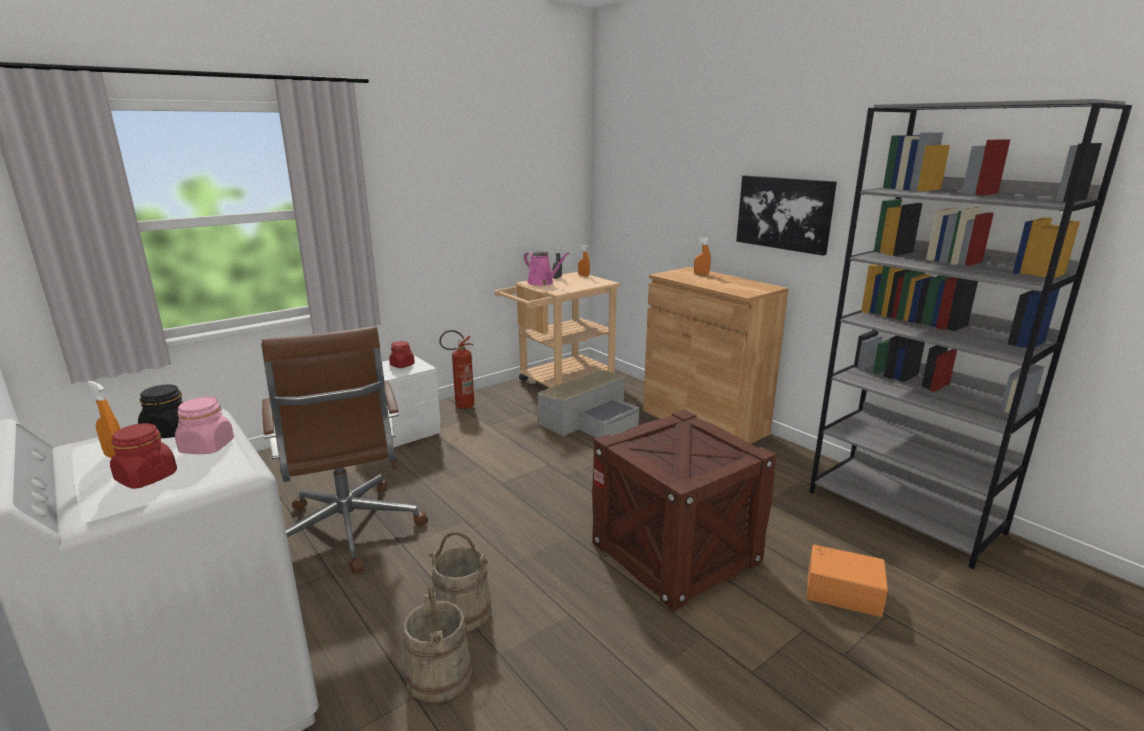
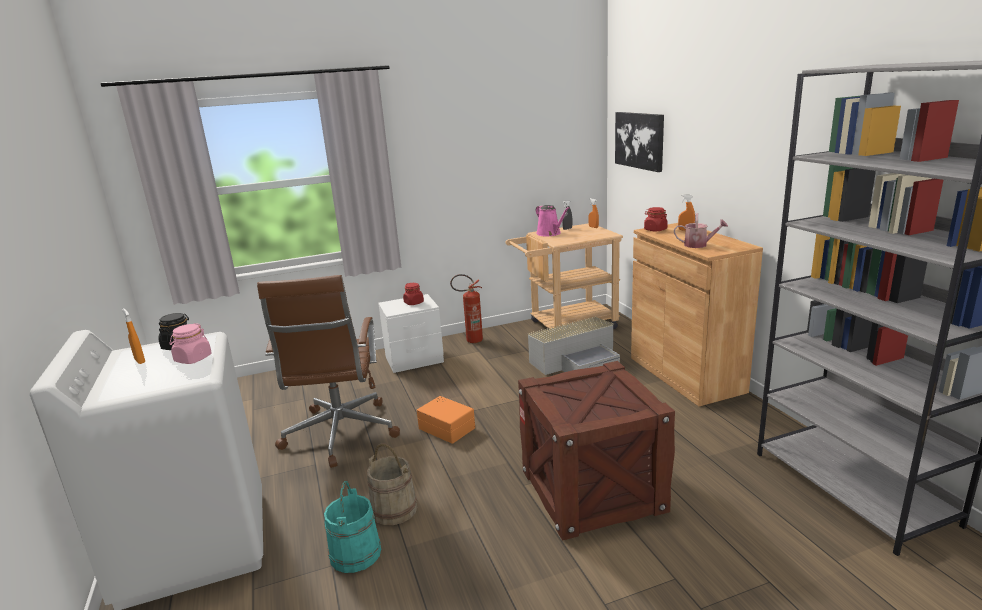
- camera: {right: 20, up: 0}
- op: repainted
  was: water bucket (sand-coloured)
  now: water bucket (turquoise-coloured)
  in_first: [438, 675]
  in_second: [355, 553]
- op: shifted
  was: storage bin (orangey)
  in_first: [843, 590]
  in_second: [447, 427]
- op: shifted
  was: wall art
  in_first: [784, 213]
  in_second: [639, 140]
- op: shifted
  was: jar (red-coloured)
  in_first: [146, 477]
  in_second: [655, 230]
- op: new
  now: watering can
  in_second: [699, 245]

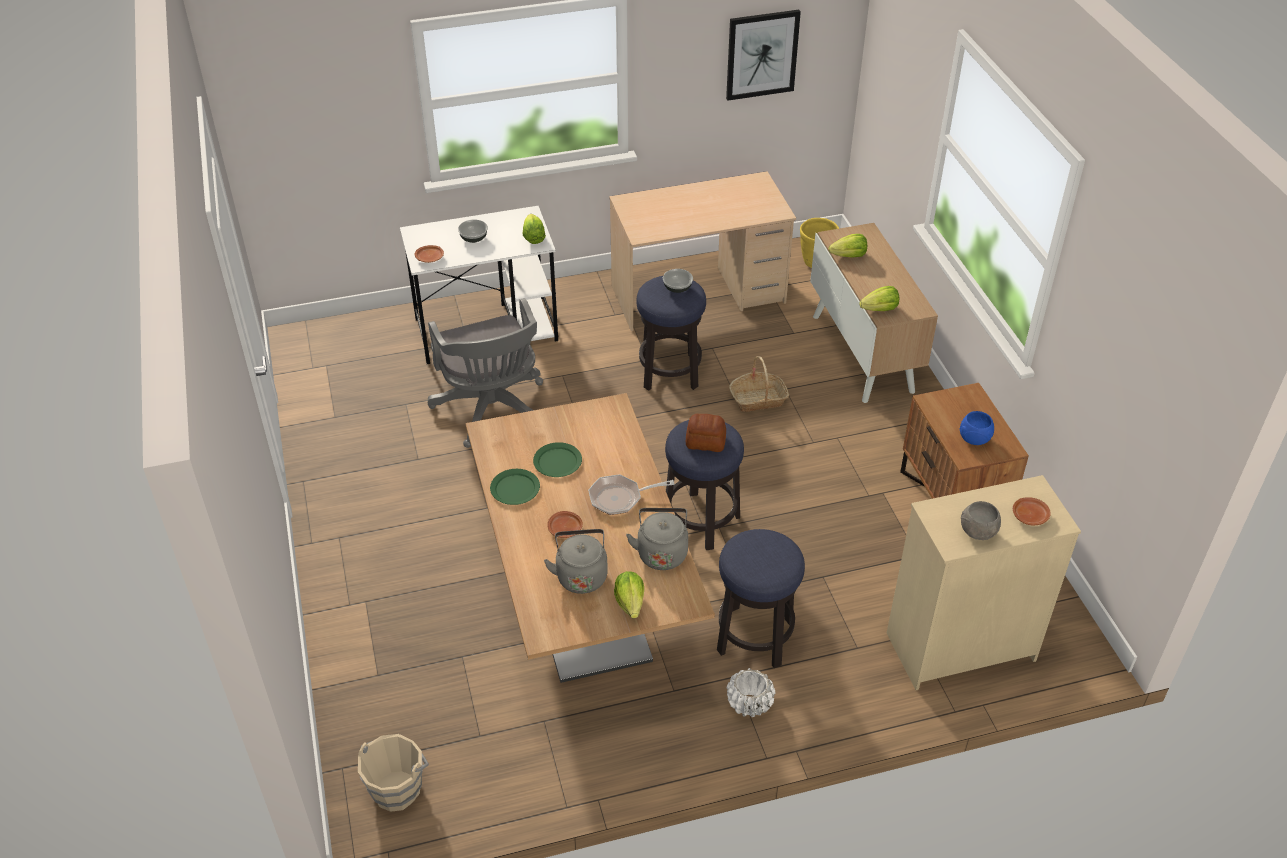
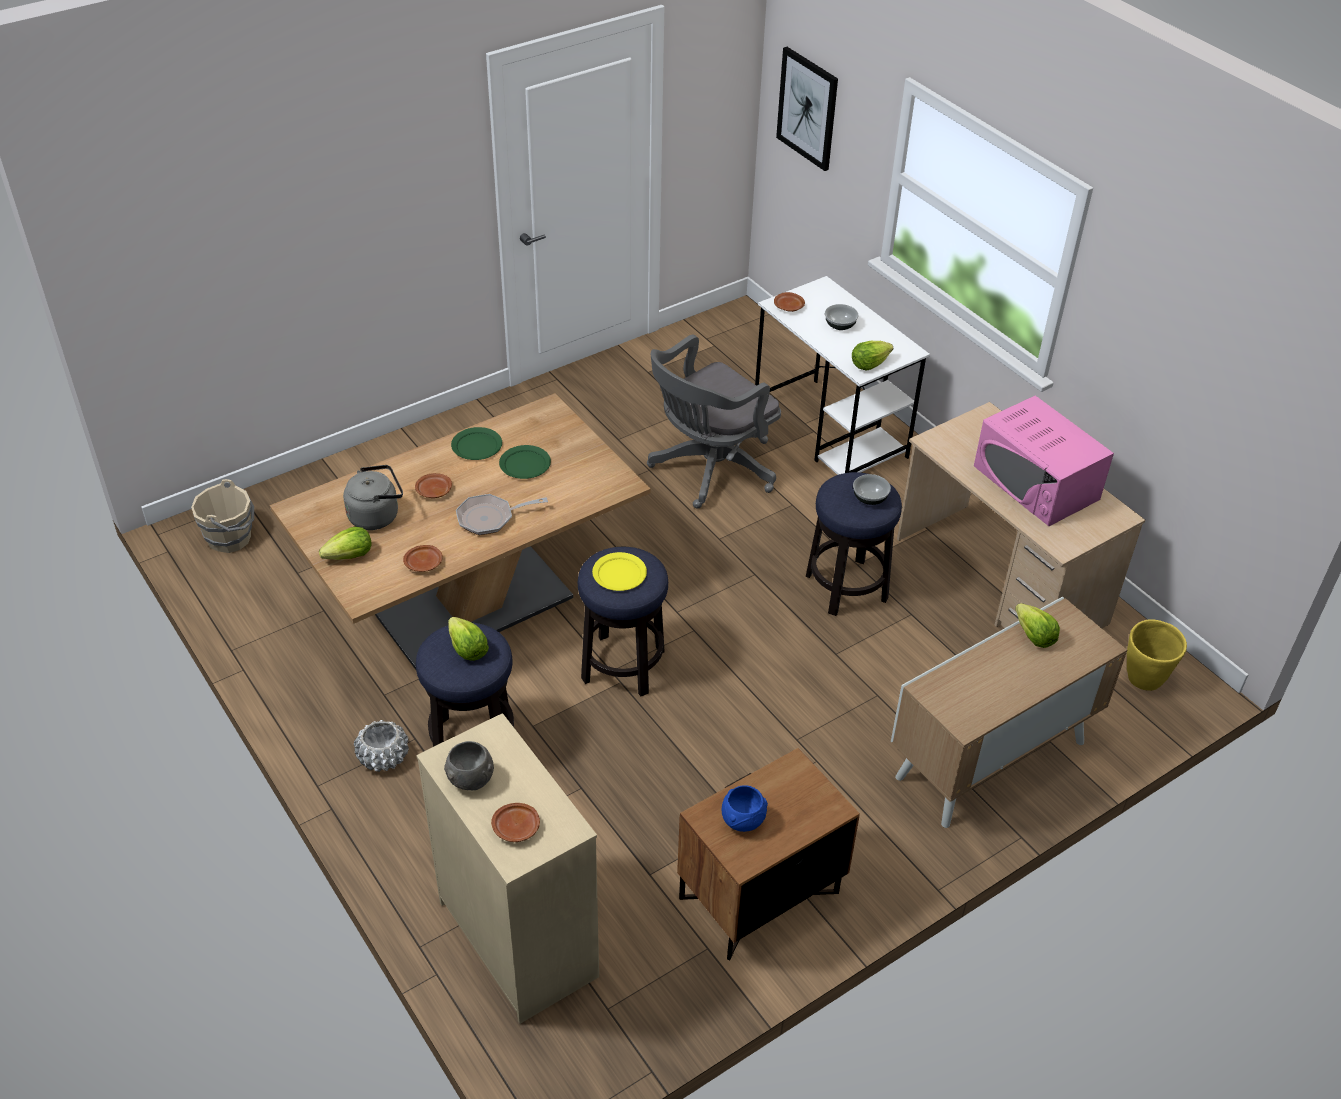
- camera: {right: 70, up: 0}
- op: swapped
  was: water kettle (greyish)
  now: dinner plate (brownish)
  in_first: [661, 552]
  in_second: [424, 563]
- op: shifted
  was: head of lettuce
  in_first: [880, 309]
  in_second: [467, 649]
- op: rotated
  was: pan
  in_first: [620, 498]
  in_second: [490, 518]
  clockwise: -75
- op: swapped
  was: bakery bread
  now: dinner plate (yellow)
  in_first: [706, 442]
  in_second: [619, 574]
- op: shifted
  was: wall art
  in_first: [762, 54]
  in_second: [807, 108]
- op: new
  now: microwave (pink-coloured)
  in_second: [1036, 483]
- op: gone
  was: household basket
  in_first: [758, 399]

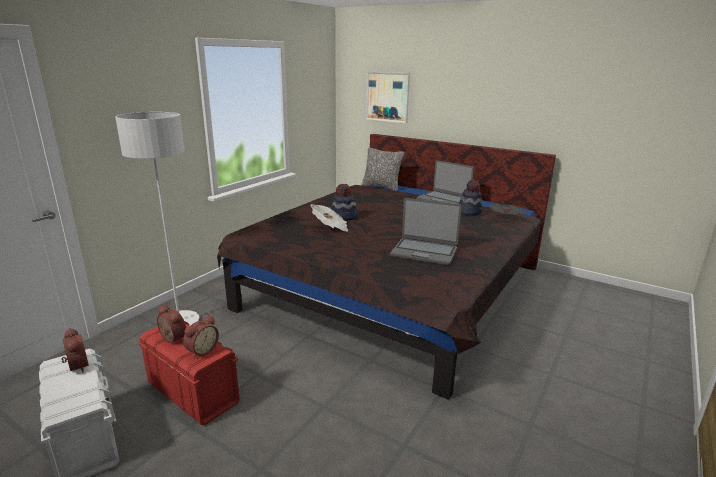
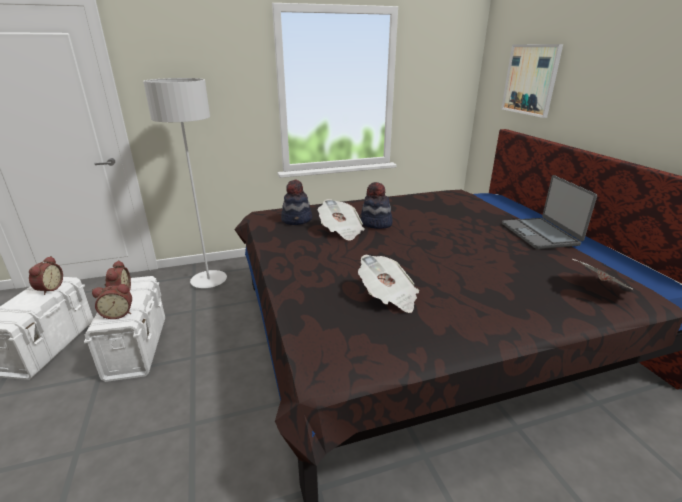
- camera: {right: 40, up: 5}
- op: repainted
  was: storage bin (red-coloured)
  now: storage bin (white)
  in_first: [193, 392]
  in_second: [137, 347]
- op: shifted
  was: hat
  in_first: [469, 212]
  in_second: [297, 220]
- op: swapped
  was: notebook computer
  now: daily paper
  in_first: [424, 252]
  in_second: [388, 297]
- op: gone
  was: pillow
  in_first: [381, 187]

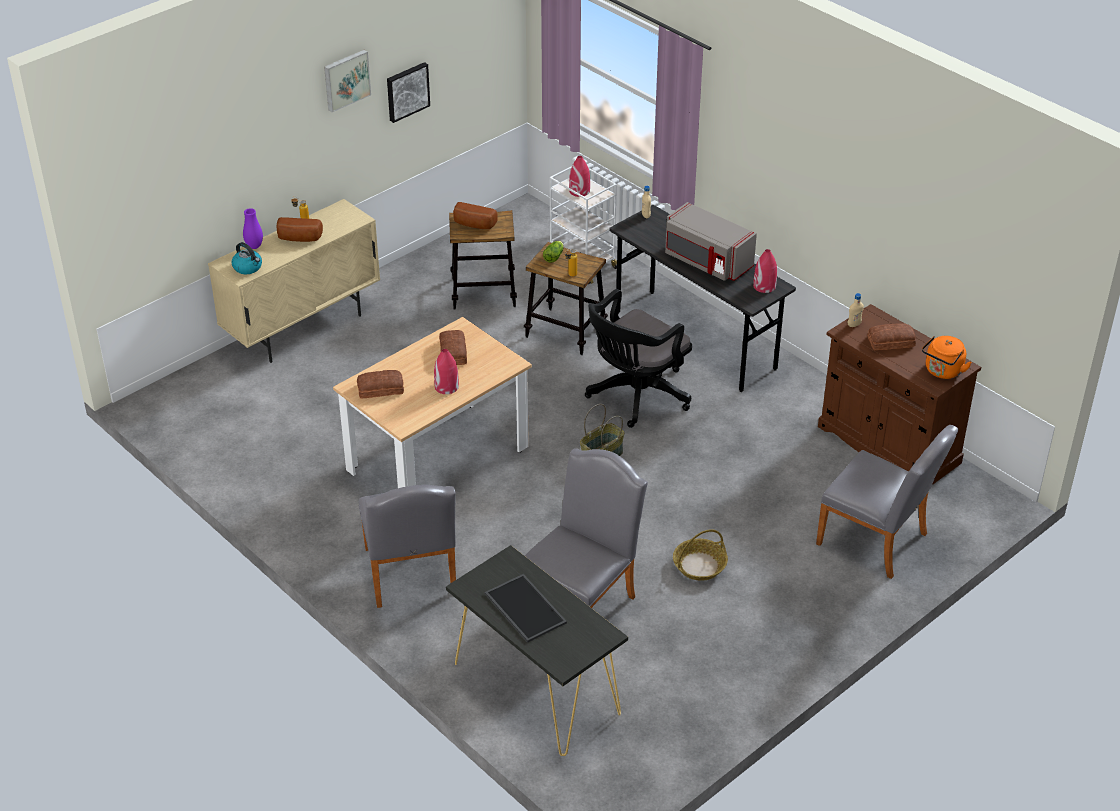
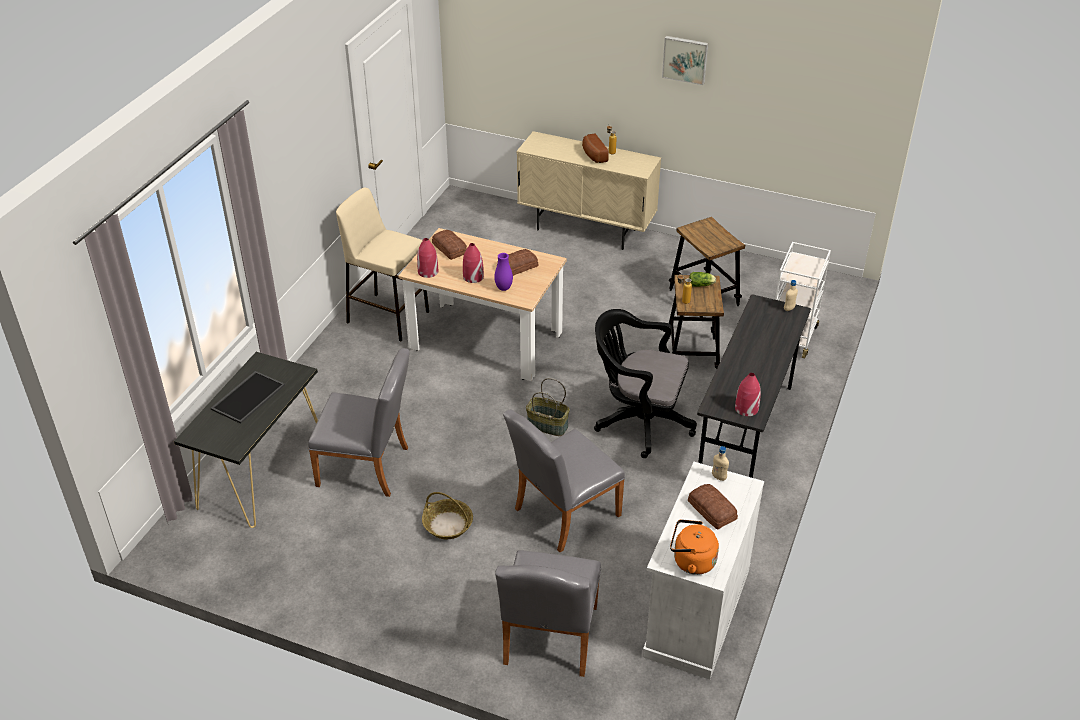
- camera: {right: 65, up: 0}
- op: new
  now: stool (sand-coloured)
  in_second: [387, 317]
- op: shifted
  was: vase (red-coloured)
  in_first: [579, 191]
  in_second: [428, 272]
- op: shifted
  was: vase (purplish)
  in_first: [254, 246]
  in_second: [503, 288]
- op: shifted
  was: plain chair (greyish)
  in_first: [411, 576]
  in_second: [561, 515]
- op: repainted
  was: cupboard (brownish)
  now: cupboard (white)
  in_first: [888, 445]
  in_second: [696, 612]
- op: gone
  was: water kettle
  in_first: [248, 267]
- op: gone
  was: wall art
  in_first: [407, 91]
- op: gone
  was: bakery bread
  in_first: [473, 225]
- op: gone
  was: microwave (greyish)
  in_first: [706, 261]

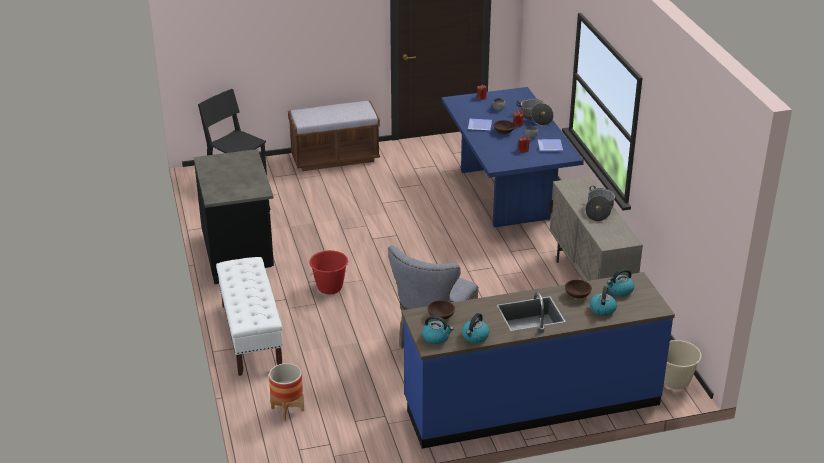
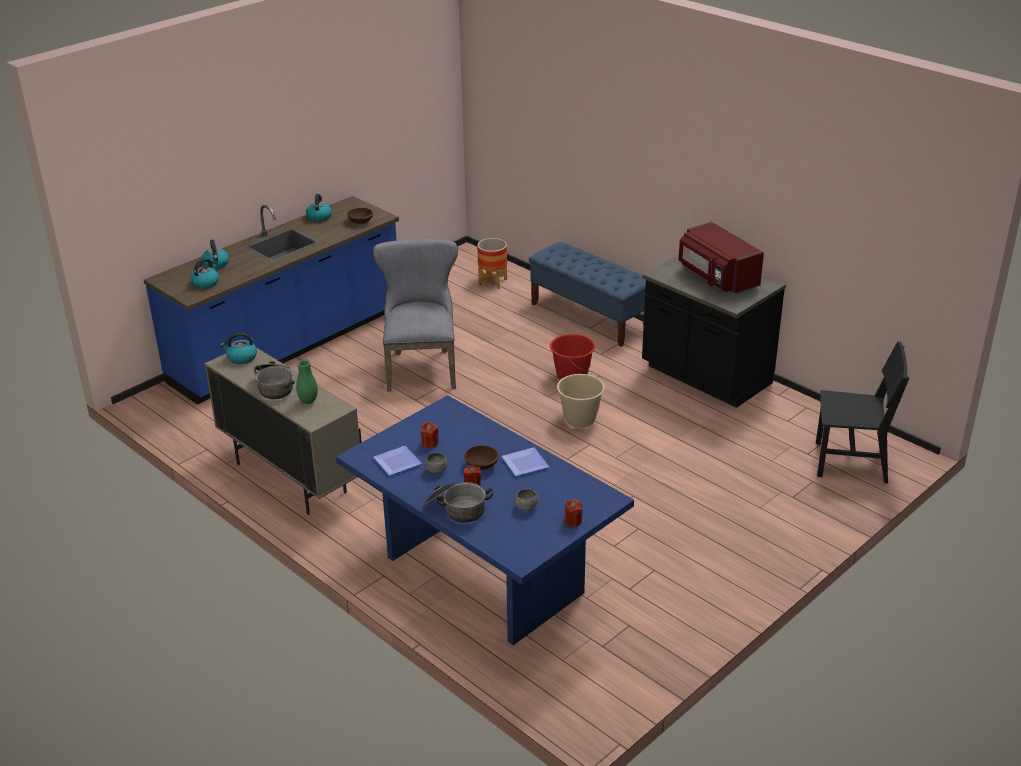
- camera: {right: 150, up: 0}
- op: shifted
  was: water kettle
  in_first: [436, 337]
  in_second: [241, 358]
- op: new
  now: vase (green)
  in_second: [308, 401]
- op: repainted
  was: long seat (white)
  now: long seat (blue)
  in_first: [251, 335]
  in_second: [590, 317]
- op: shifted
  was: water bucket (sand-coloured)
  in_first: [675, 381]
  in_second: [579, 419]
- op: new
  now: microwave (red-coloured)
  in_second: [716, 277]
- op: gone
  was: long seat (brownish)
  in_first: [335, 158]
- op: gone
  was: bowl (brownish)
  in_first: [578, 295]

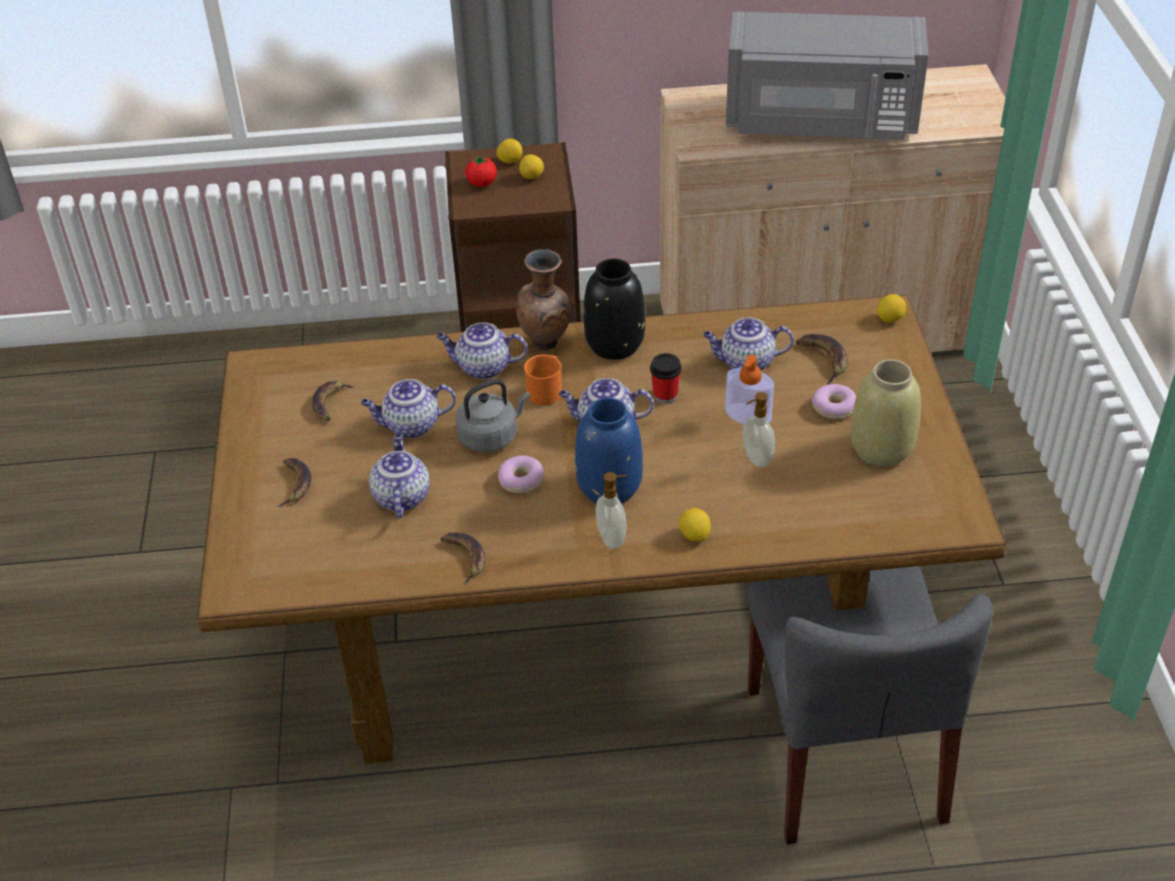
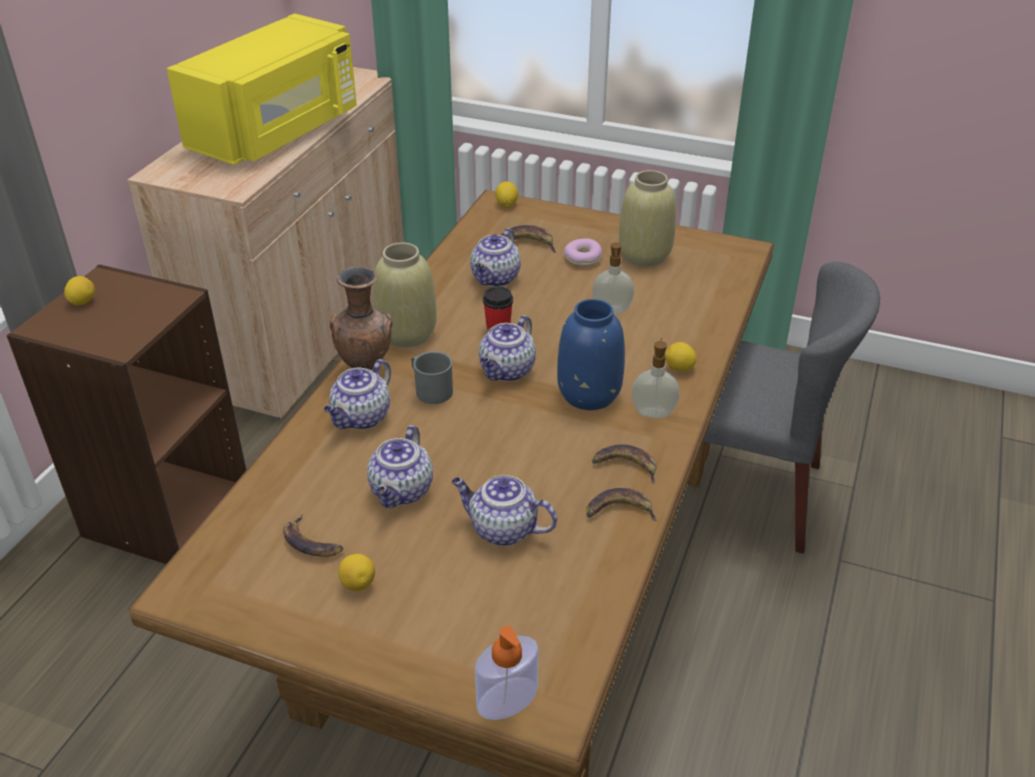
- camera: {right: -65, up: -5}
- op: repainted
  was: microwave (greyish)
  now: microwave (yellow)
  in_first: [821, 121]
  in_second: [278, 131]
- op: shifted
  was: whole lemon
  in_first: [532, 177]
  in_second: [358, 584]
- op: repainted
  was: vase (blackish)
  now: vase (sand-coloured)
  in_first: [614, 344]
  in_second: [406, 334]
- op: repainted
  was: coffee mug (orangey)
  now: coffee mug (greyish)
  in_first: [546, 390]
  in_second: [430, 389]
- op: shifted
  was: liquid soap bottle
  in_first: [748, 415]
  in_second: [507, 698]
- op: shifted
  was: whole banana
  in_first: [294, 483]
  in_second: [625, 466]
- op: gone
  was: water kettle (greyish)
  in_first: [491, 436]
- op: gone
  was: fresh tomato
  in_first: [482, 183]
- op: gone
  was: ring doughnut
  in_first: [521, 480]

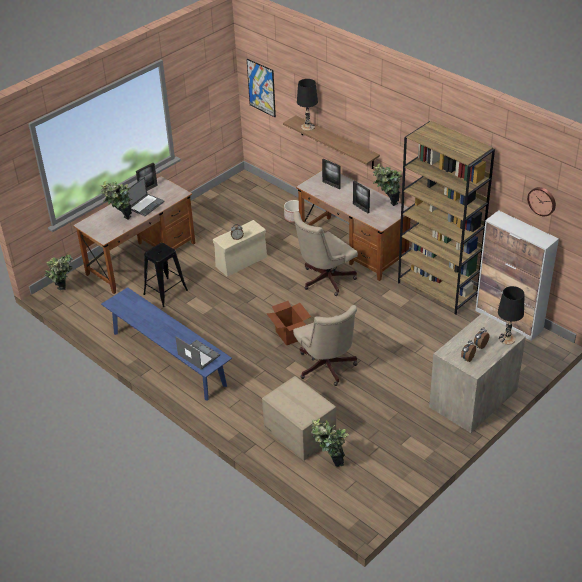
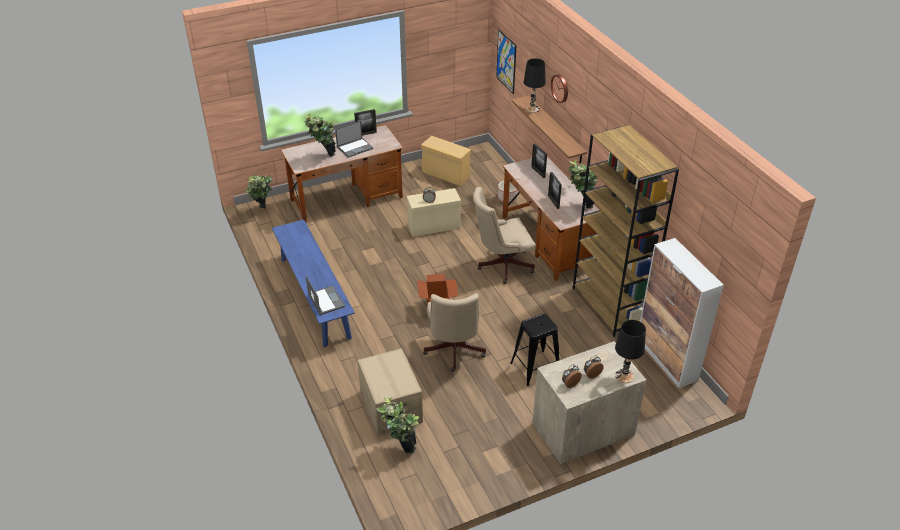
- camera: {right: 20, up: 0}
- op: new
  now: storage bin (sand-coloured)
  in_second: [445, 174]
- op: shifted
  was: stool (blackish)
  in_first: [165, 292]
  in_second: [535, 368]
- op: shifted
  was: wall clock
  in_first: [542, 201]
  in_second: [560, 88]

